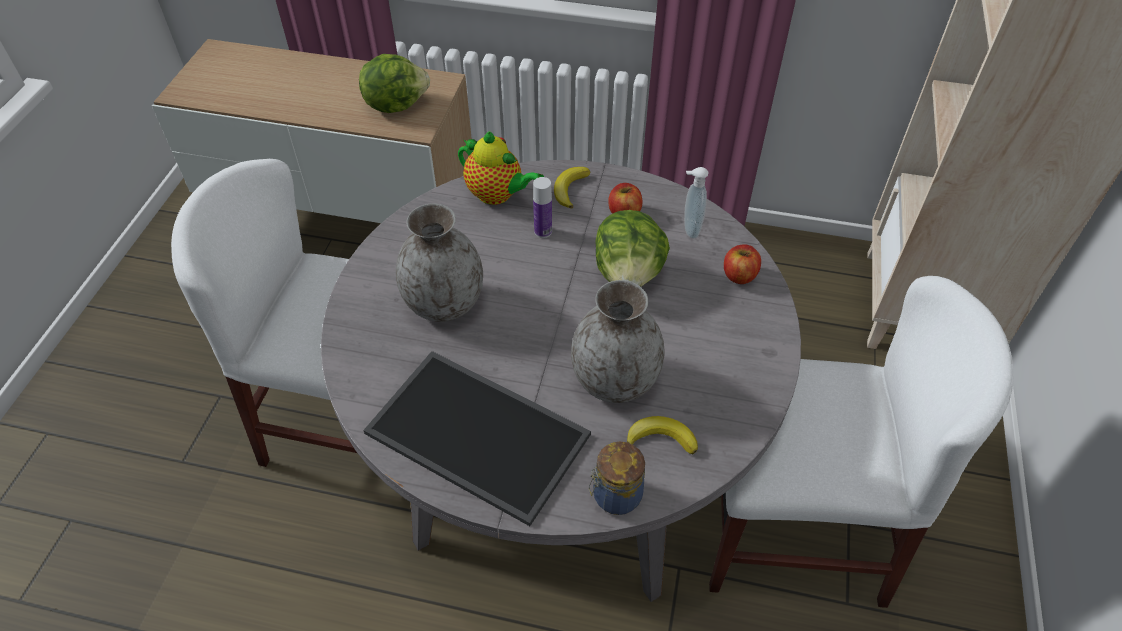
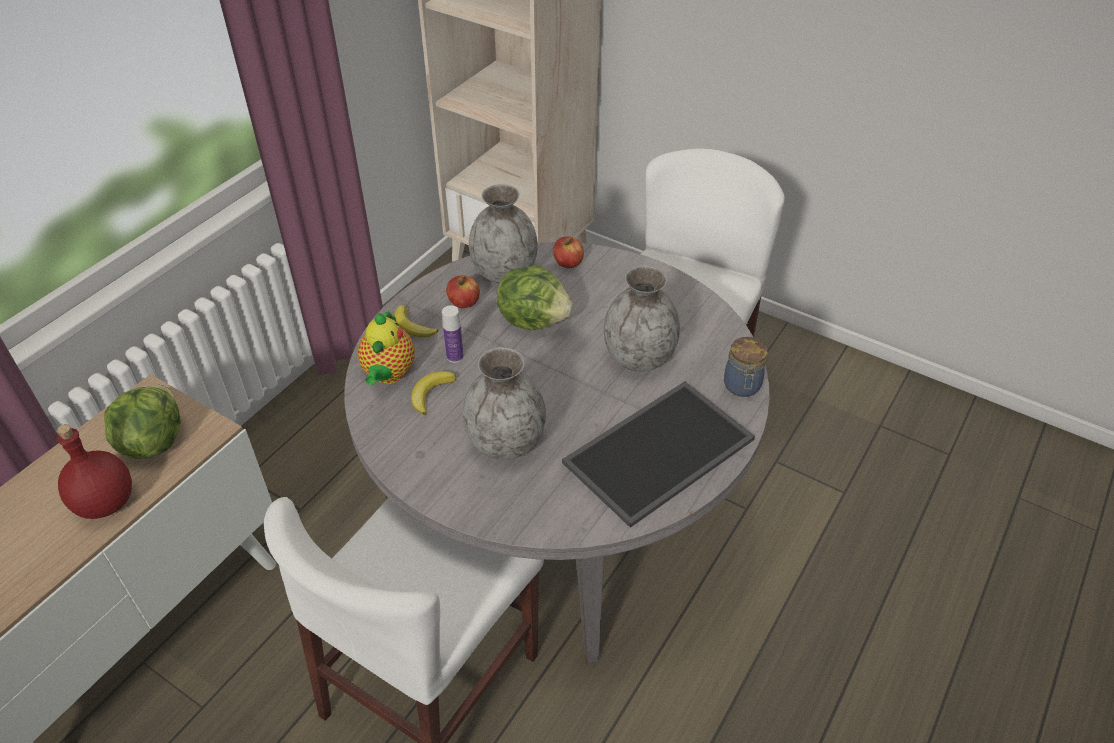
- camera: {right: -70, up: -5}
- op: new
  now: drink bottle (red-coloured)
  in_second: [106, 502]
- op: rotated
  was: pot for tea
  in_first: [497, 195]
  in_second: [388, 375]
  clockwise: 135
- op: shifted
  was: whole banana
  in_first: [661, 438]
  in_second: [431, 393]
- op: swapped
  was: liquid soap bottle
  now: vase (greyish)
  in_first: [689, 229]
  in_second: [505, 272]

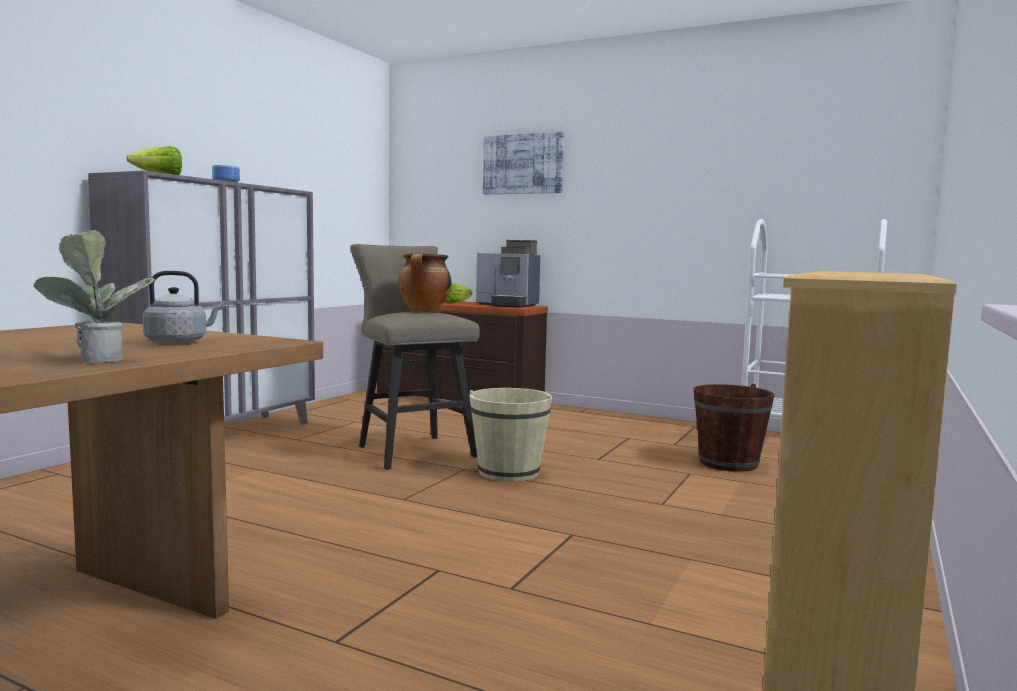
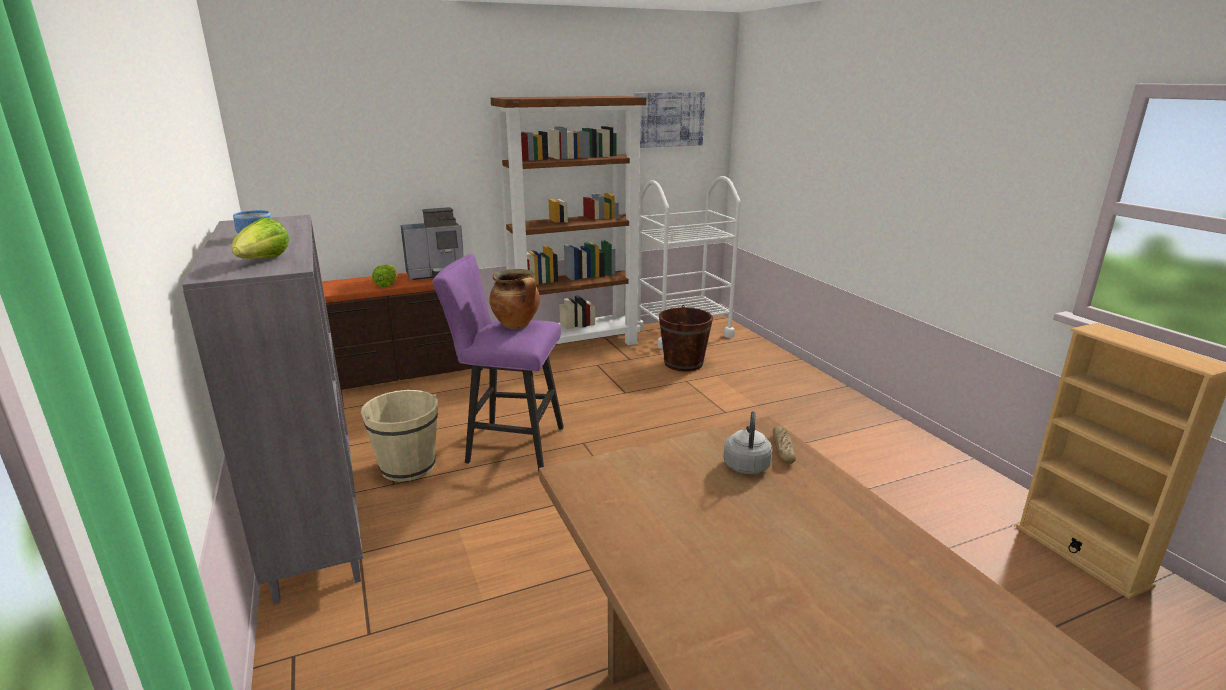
- camera: {right: -50, up: 15}
- op: shifted
  was: water bucket (sand-coloured)
  in_first: [508, 472]
  in_second: [408, 466]
- op: repainted
  was: stool (sand-coloured)
  now: stool (purplish)
  in_first: [411, 450]
  in_second: [508, 445]
- op: new
  now: bookcase (brownish)
  in_second: [575, 345]
- op: shifted
  was: wall art
  in_first: [523, 164]
  in_second: [668, 119]
- op: new
  now: bakery bread
  in_second: [783, 449]
- op: gone
  was: houseplant
  in_first: [98, 359]

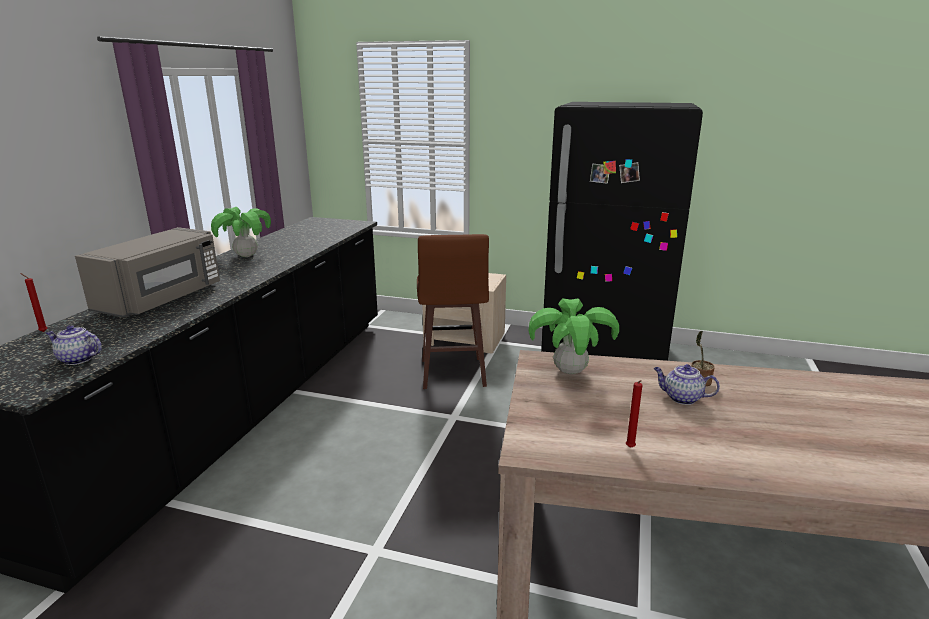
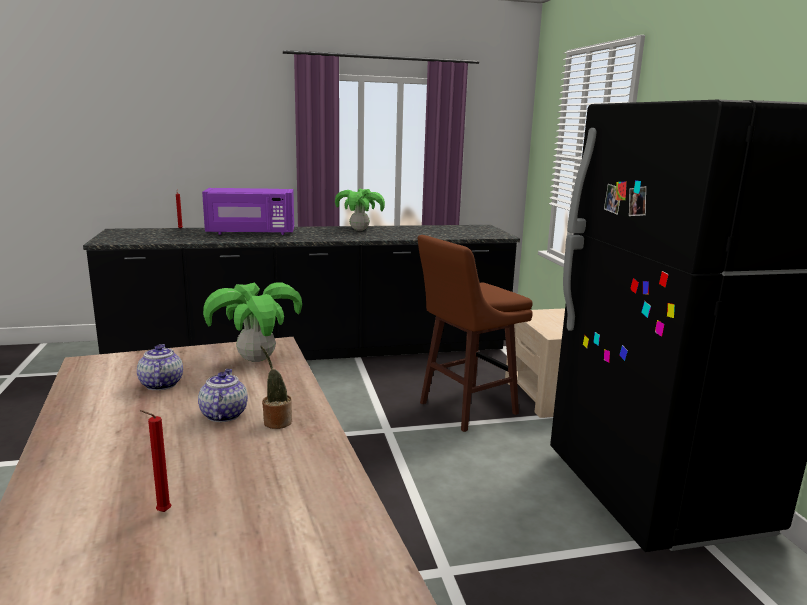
- camera: {right: 60, up: -5}
- op: shifted
  was: pot for tea
  in_first: [77, 359]
  in_second: [161, 384]
- op: shifted
  was: candle (red-coloured)
  in_first: [630, 448]
  in_second: [161, 512]
- op: repainted
  was: microwave (greyish)
  now: microwave (purplish)
  in_first: [163, 299]
  in_second: [251, 233]

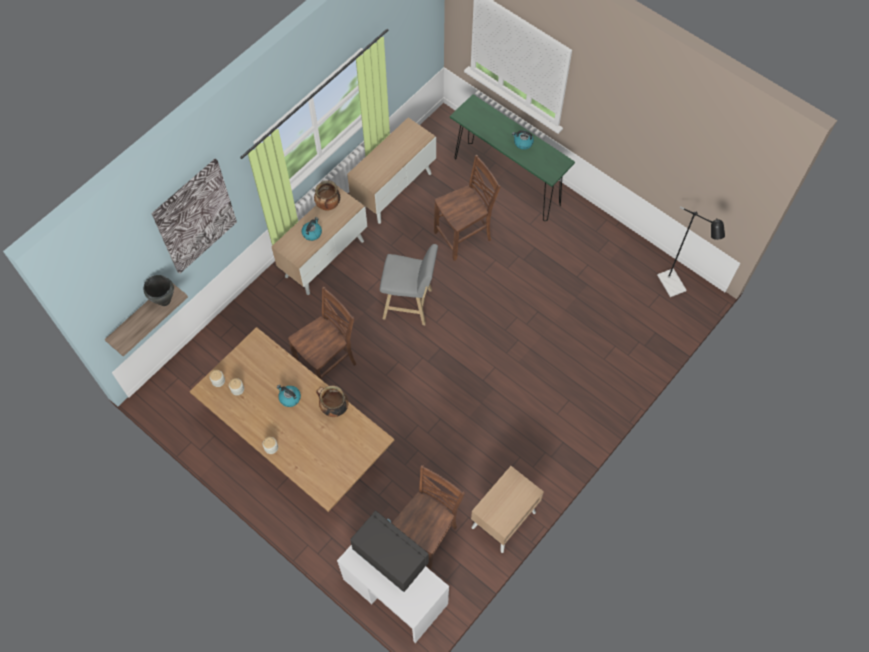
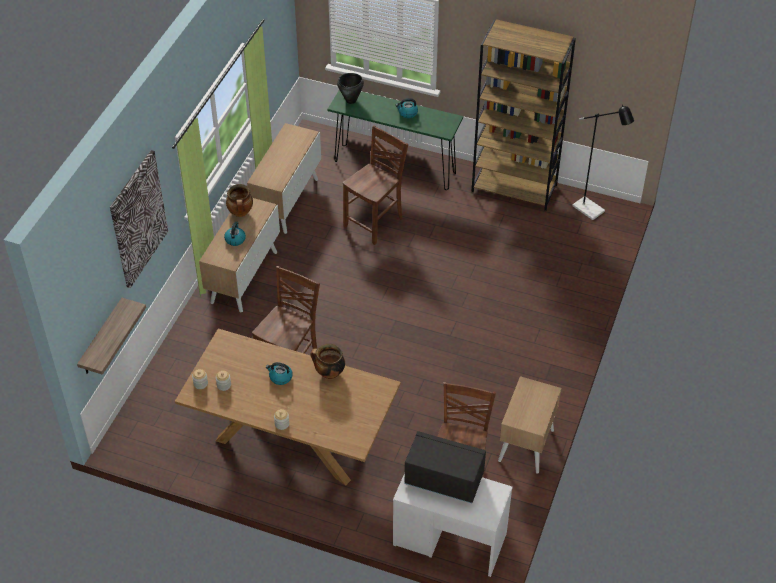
- camera: {right: -20, up: -15}
- op: shifted
  was: cooking pot (blackish)
  in_first: [164, 301]
  in_second: [351, 100]
- op: new
  now: bookcase (brownish)
  in_second: [515, 188]
- op: gone
  was: stool (greyish)
  in_first: [410, 305]

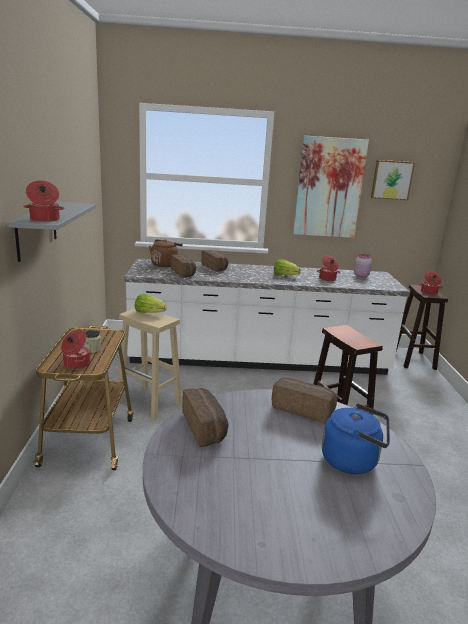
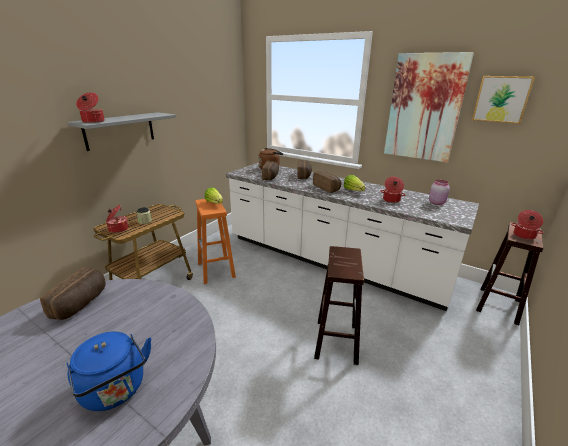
- camera: {right: 35, up: 5}
- op: repainted
  was: stool (sand-coloured)
  now: stool (orangey)
  in_first: [150, 402]
  in_second: [216, 270]
- op: shifted
  was: bakery bread
  in_first: [303, 409]
  in_second: [327, 188]

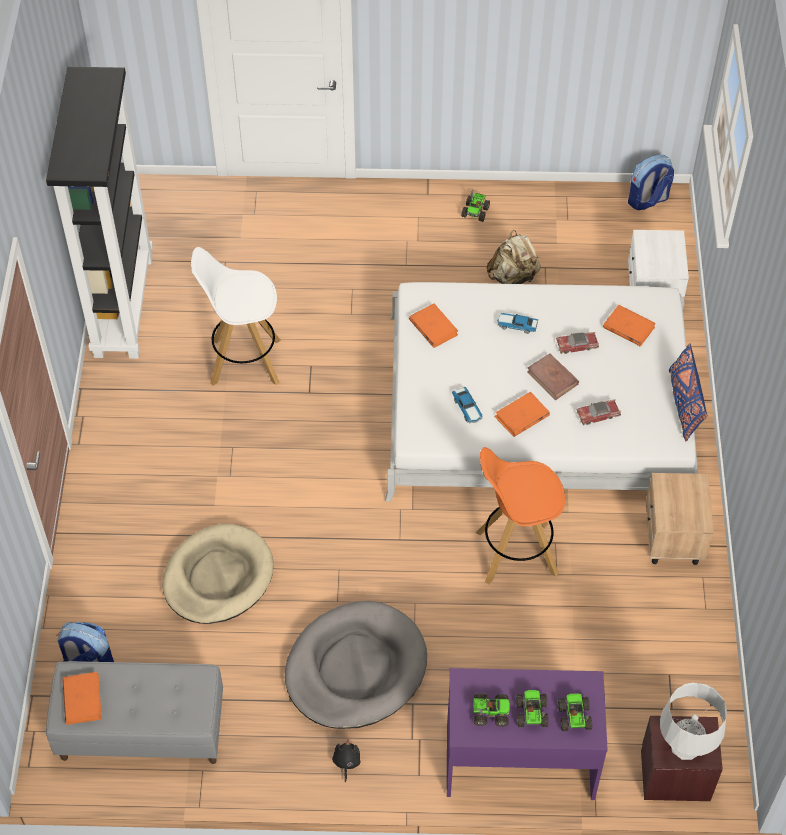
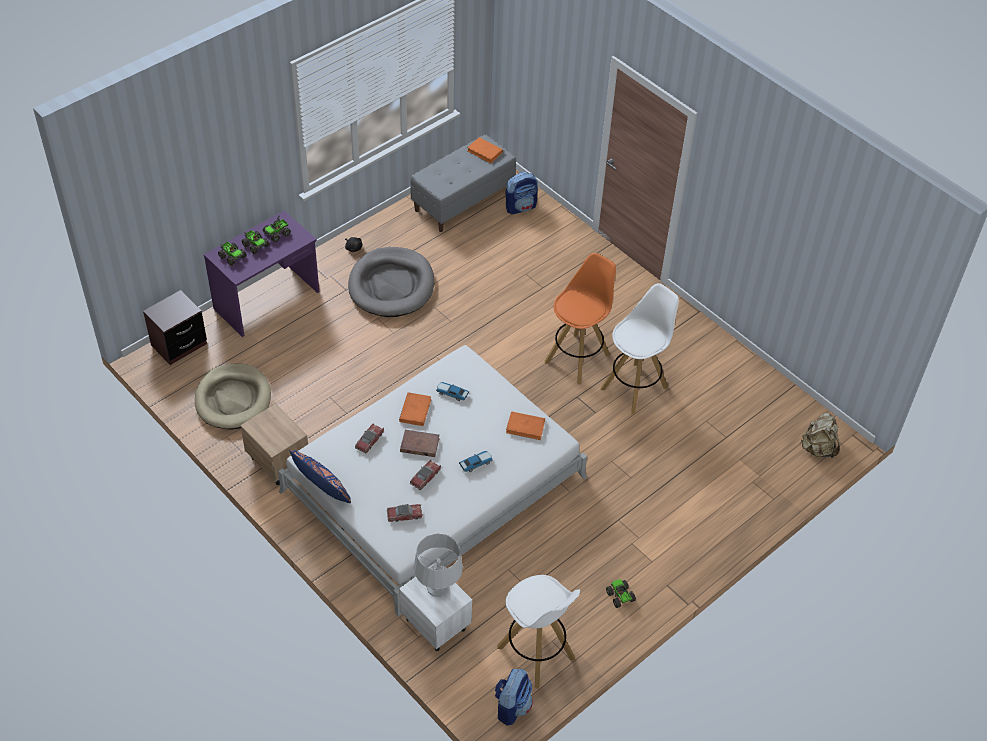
- camera: {right: 135, up: -5}
- op: shifted
  was: dog bed (sand-coloured)
  in_first: [218, 577]
  in_second: [233, 399]
- op: swapped
  was: book (orangey)
  now: model car
  in_first: [628, 327]
  in_second: [404, 515]
- op: shifted
  was: table lamp (greyish)
  in_first: [685, 746]
  in_second: [438, 587]
- op: new
  now: stool (white)
  in_second: [536, 653]
- op: shifted
  was: stool (orangey)
  in_first: [515, 553]
  in_second: [578, 358]
- op: shifted
  was: knapsack (sand-coloured)
  in_first: [513, 276]
  in_second: [817, 448]
- op: gone
  was: bookcase (blackish)
  in_first: [122, 305]

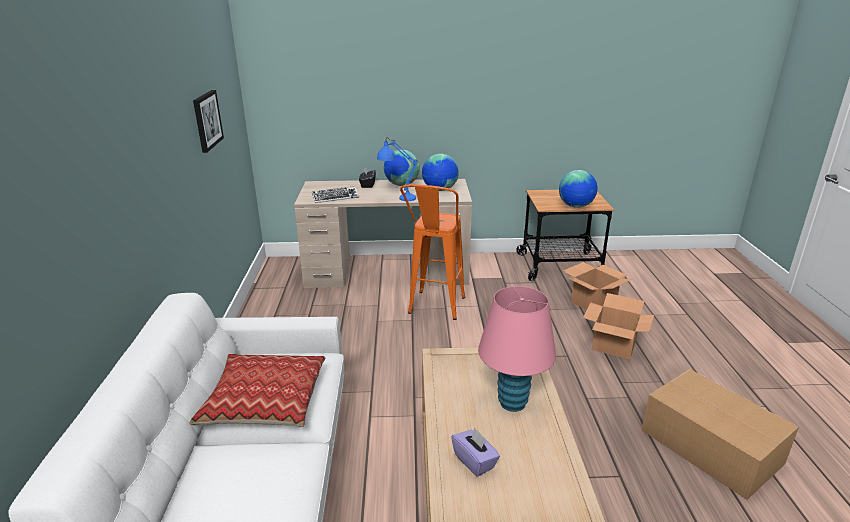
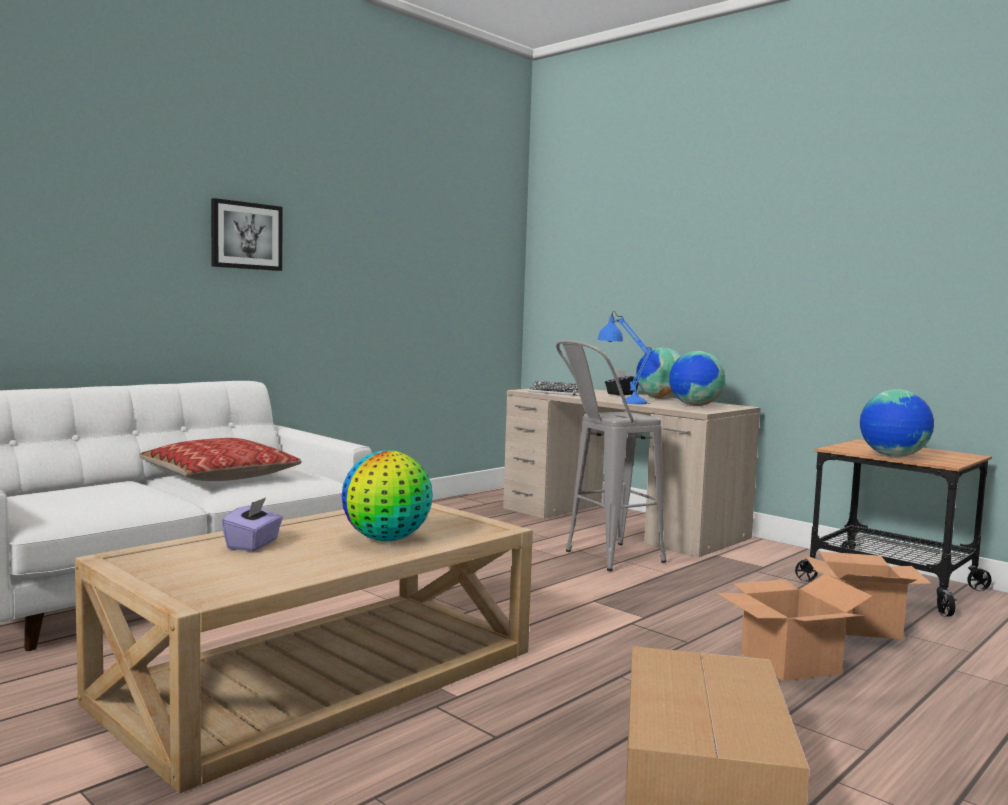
- camera: {right: 45, up: -20}
- op: shifted
  was: wall art
  in_first: [207, 120]
  in_second: [246, 236]
- op: swapped
  was: table lamp (pink-coloured)
  now: world globe
  in_first: [512, 403]
  in_second: [387, 539]
- op: repainted
  was: stool (orangey)
  now: stool (greyish)
  in_first: [434, 310]
  in_second: [602, 559]

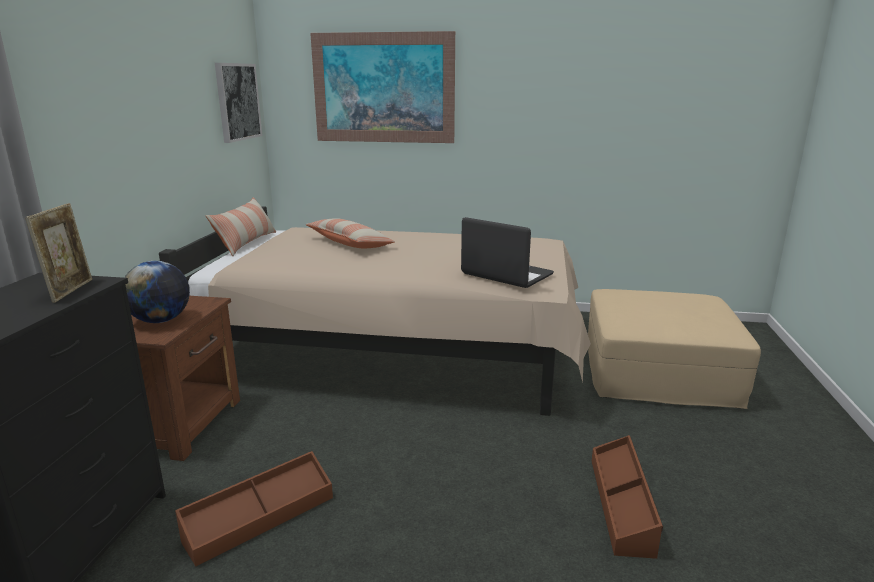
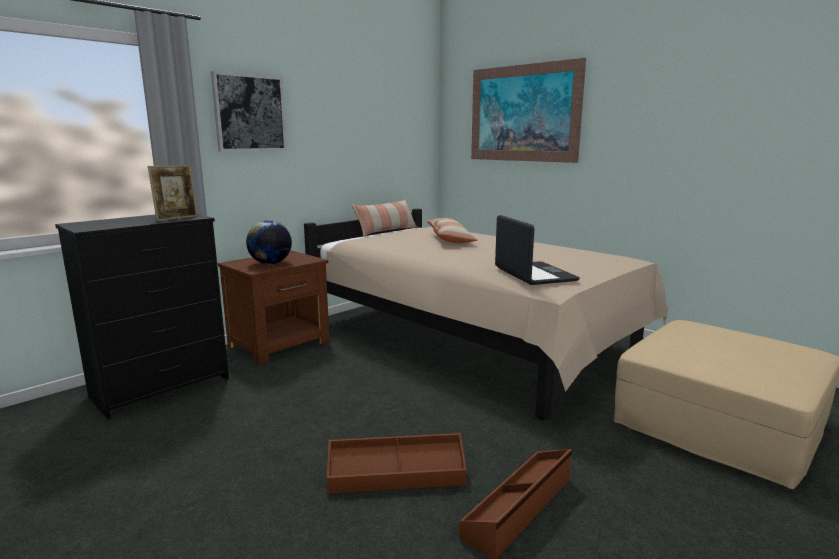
- camera: {right: 35, up: -5}
- op: shifted
  was: wall art
  in_first: [237, 102]
  in_second: [249, 113]
- op: shifted
  was: storage bin (brownish)
  in_first: [259, 518]
  in_second: [396, 476]

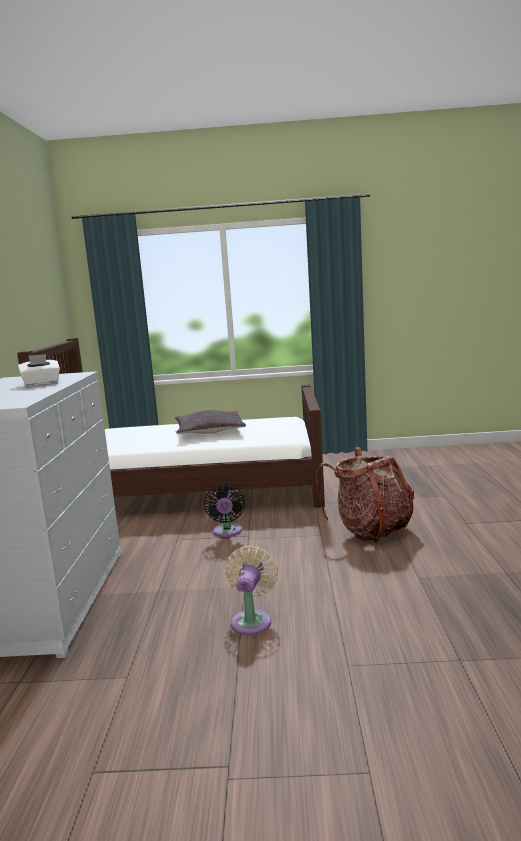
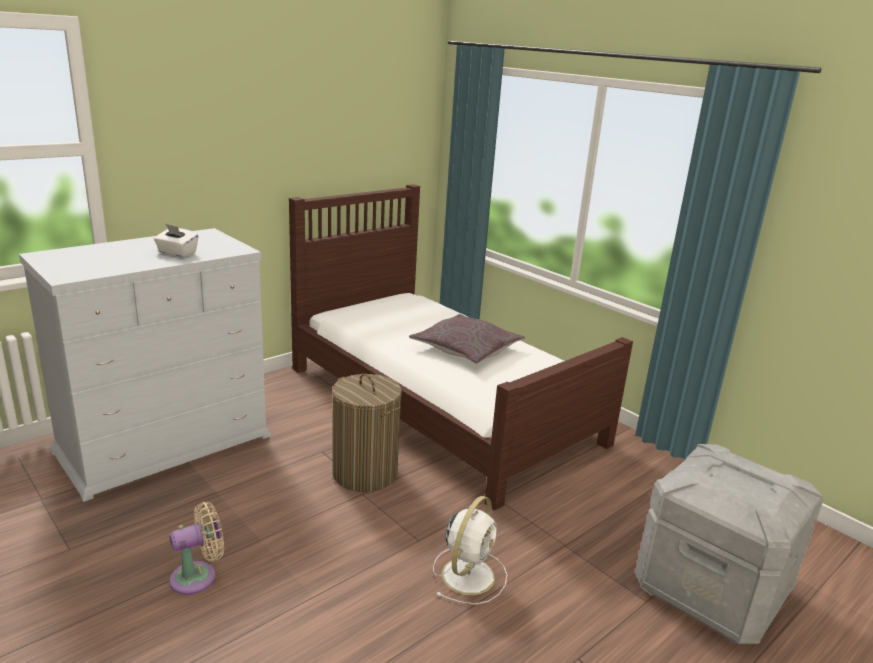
- camera: {right: 45, up: 10}
- op: swapped
  was: fan (blackish)
  now: hamper
  in_first: [227, 532]
  in_second: [365, 473]
- op: swapped
  was: knapsack
  now: fan (white)
  in_first: [370, 529]
  in_second: [469, 574]
- op: new
  now: storage bin (greyish)
  in_second: [712, 590]

